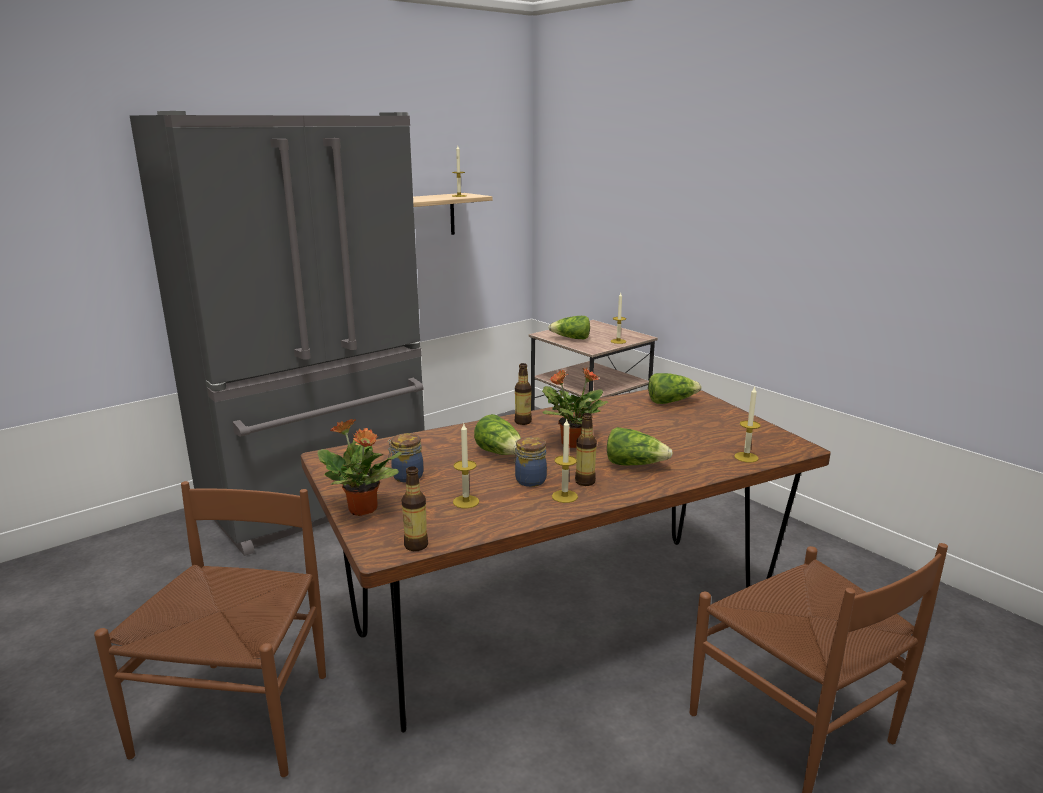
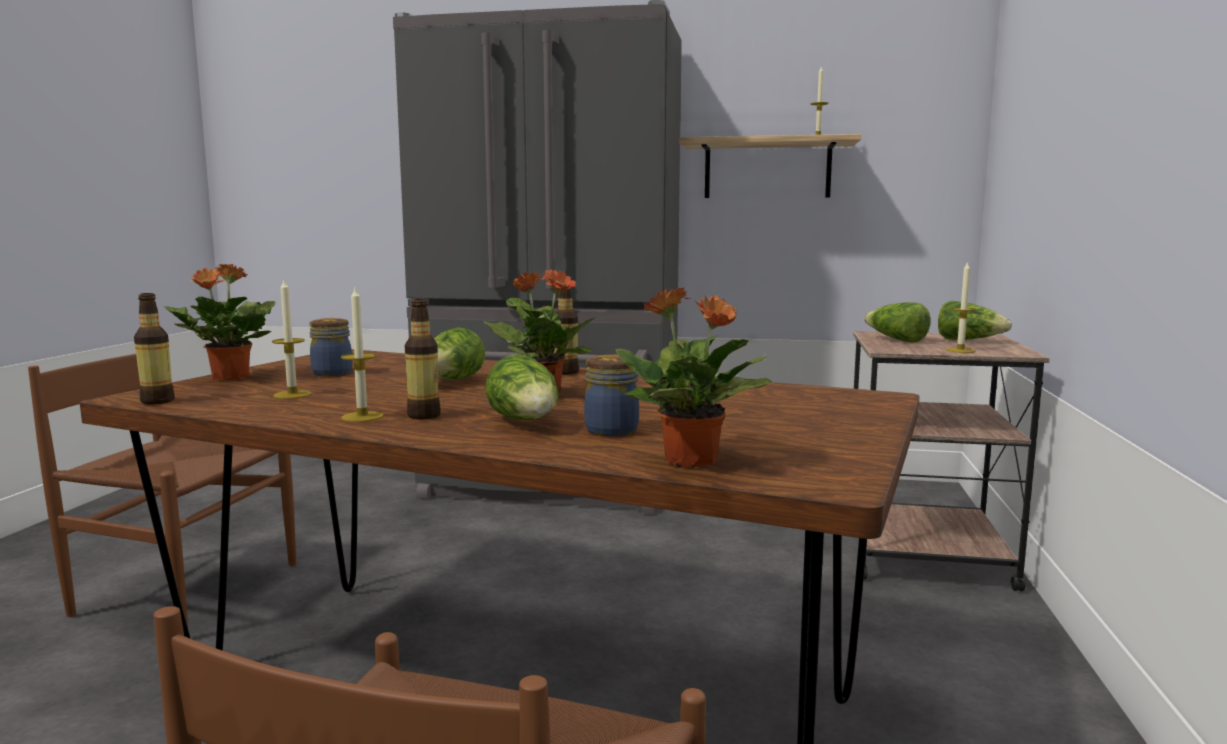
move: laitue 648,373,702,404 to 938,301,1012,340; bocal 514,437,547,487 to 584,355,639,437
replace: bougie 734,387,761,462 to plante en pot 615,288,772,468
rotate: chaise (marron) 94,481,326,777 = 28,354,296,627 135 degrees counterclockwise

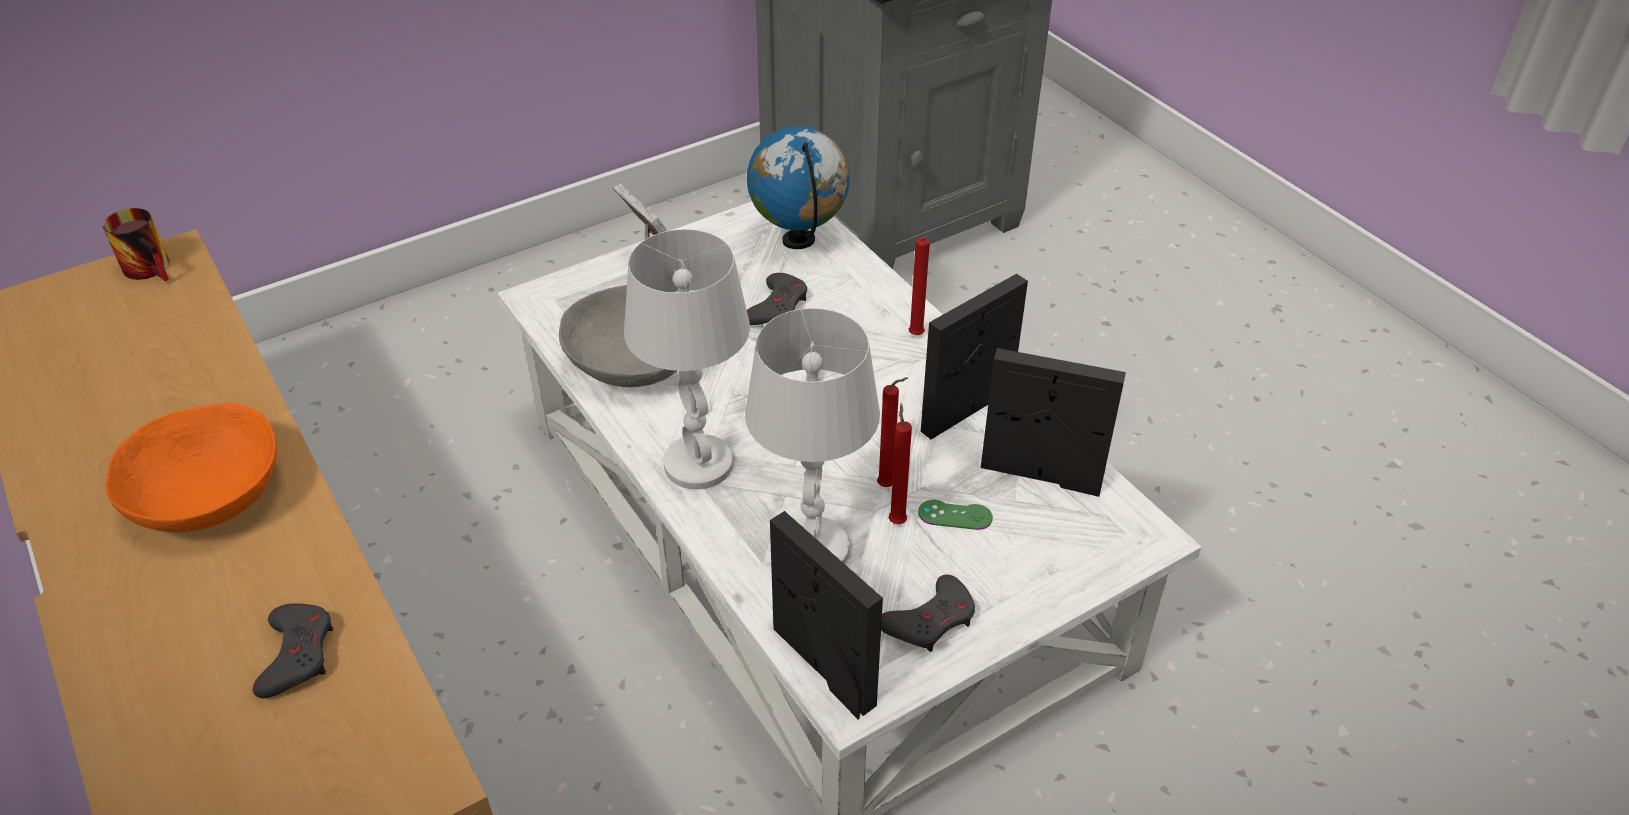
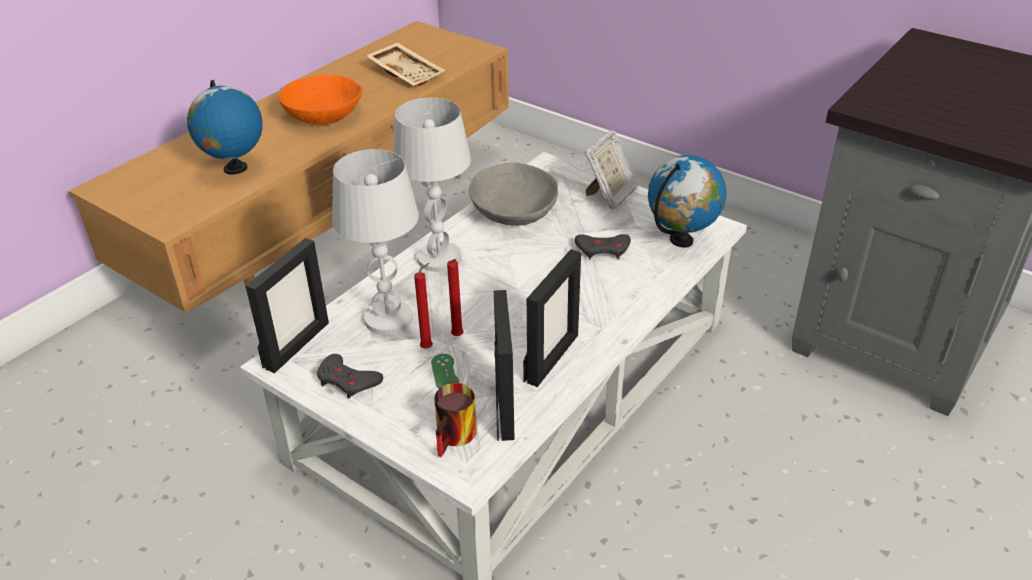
delete: bougie (rouge) 909,236,930,335
insert: plateau (beige) 366,42,446,86
move: mug 103,208,169,281 to 434,383,477,457
replace: manette (gris) 253,603,333,698 to globe 187,80,263,175
rotate: cadre photo 921,274,1028,439 = 523,249,581,387 90 degrees clockwise

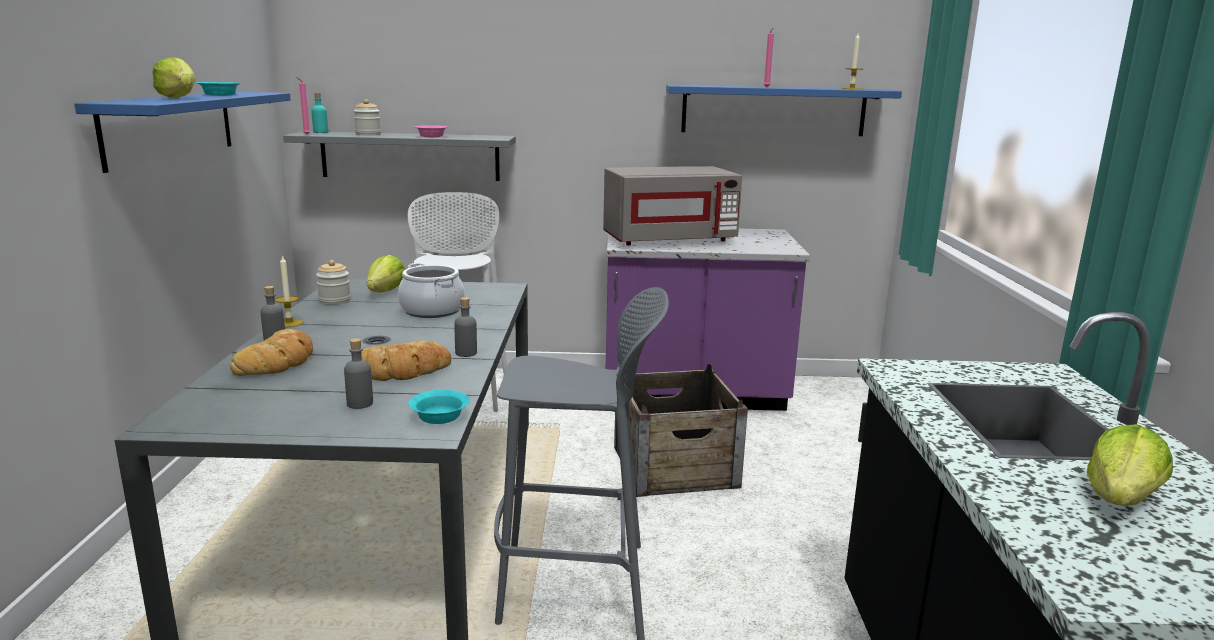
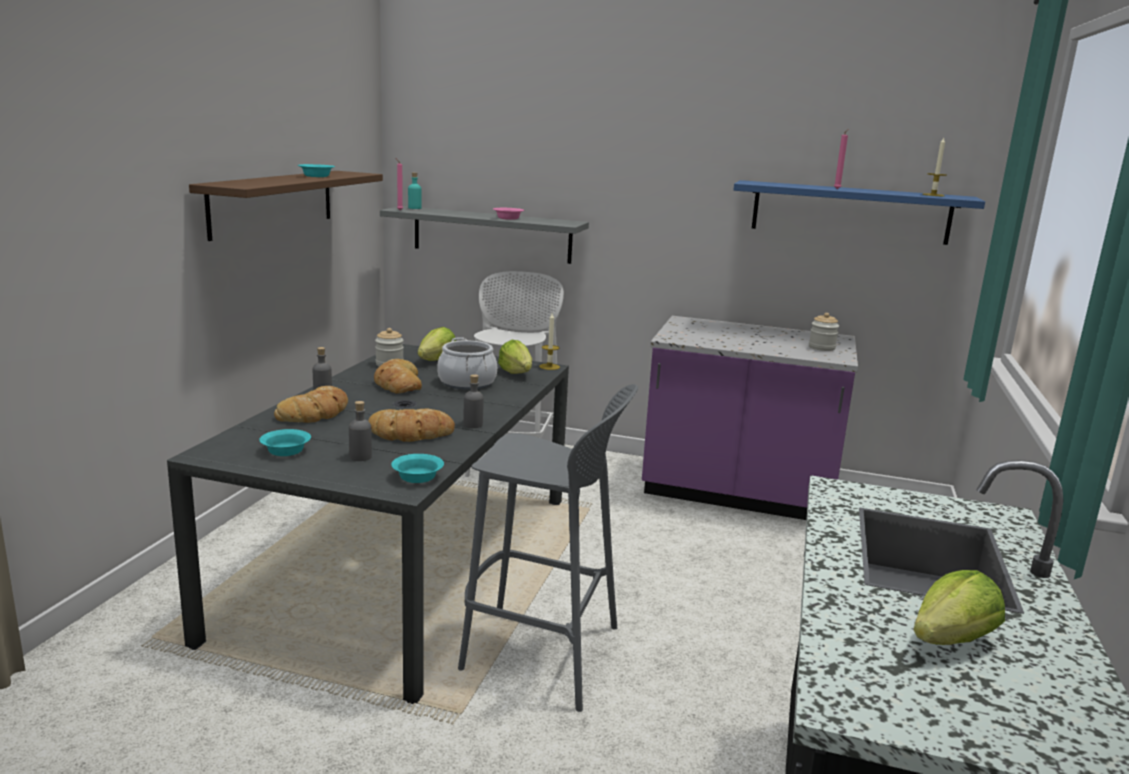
delete: micro-ondes (gris) 603,166,742,245; caisse 614,364,748,497
insert: pain 374,359,422,394; bol (turquoise) 259,429,311,456
move: laitue 152,57,196,98 to 498,340,532,374; bocal 354,99,381,135 to 809,313,839,351; bougie 275,255,303,327 to 539,313,560,370
recolor: étagère (bleu) 74,92,291,173 to étagère (marron) 189,171,383,241

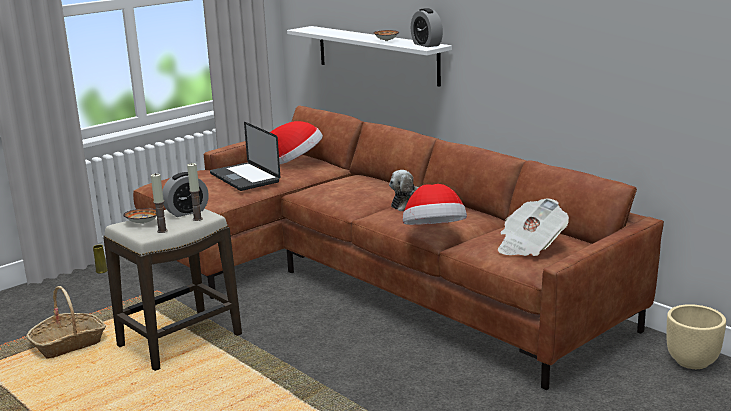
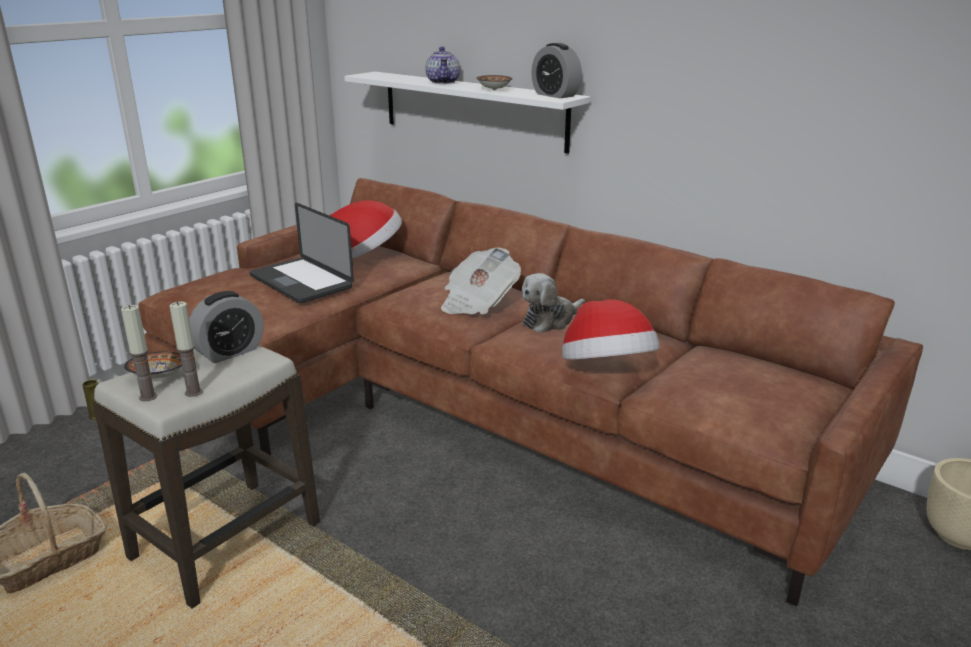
insert: théière 425,47,460,84
move: bougie 187,163,203,221 to 121,305,157,402; journal 498,198,569,256 to 441,247,521,315

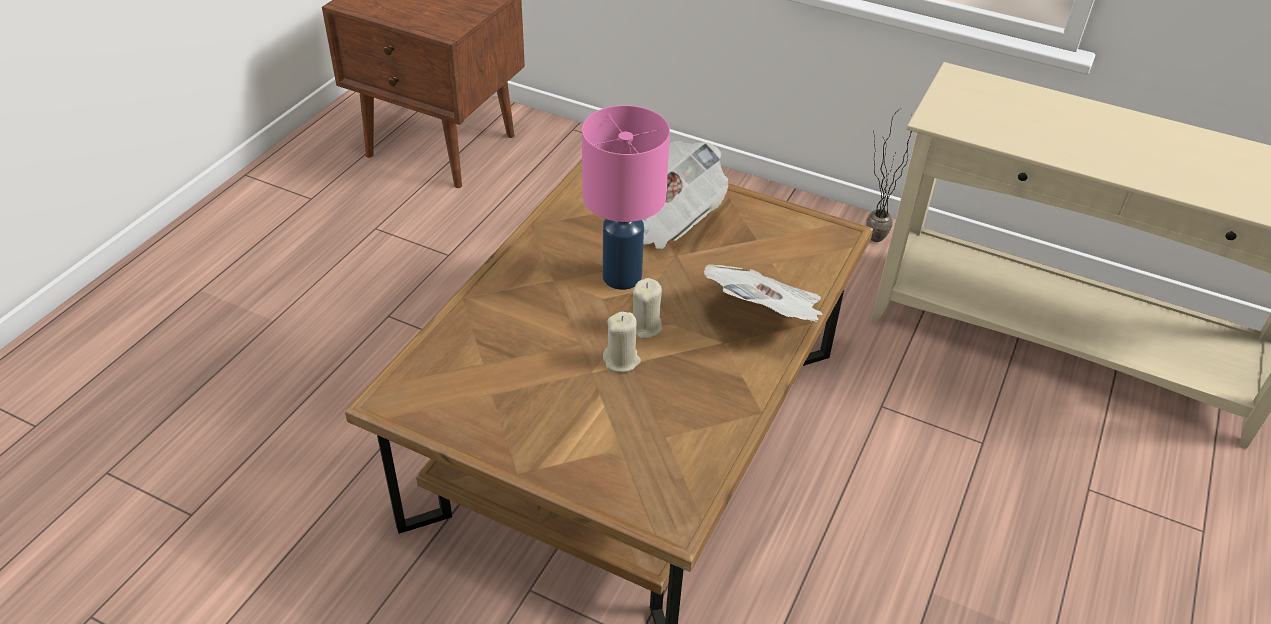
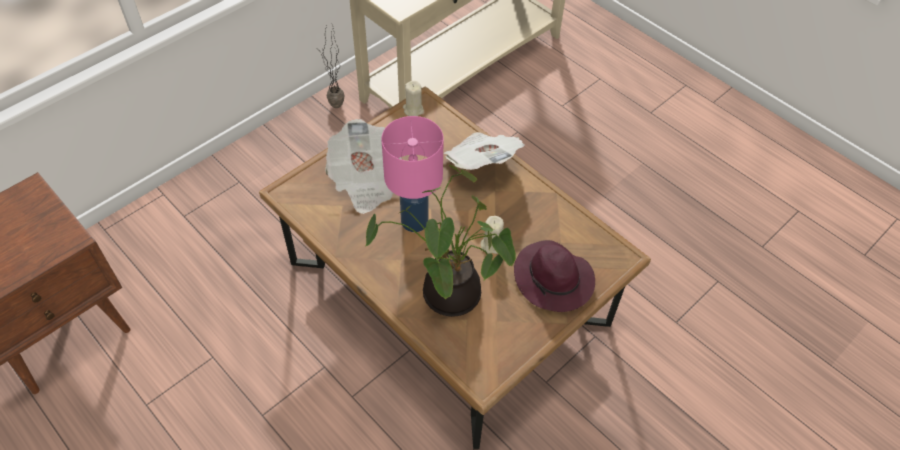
insert: plante en pot 365,165,516,317; chapeau (violet) 514,240,595,312
move: bougie (beige) 633,278,662,339 to 403,81,424,116

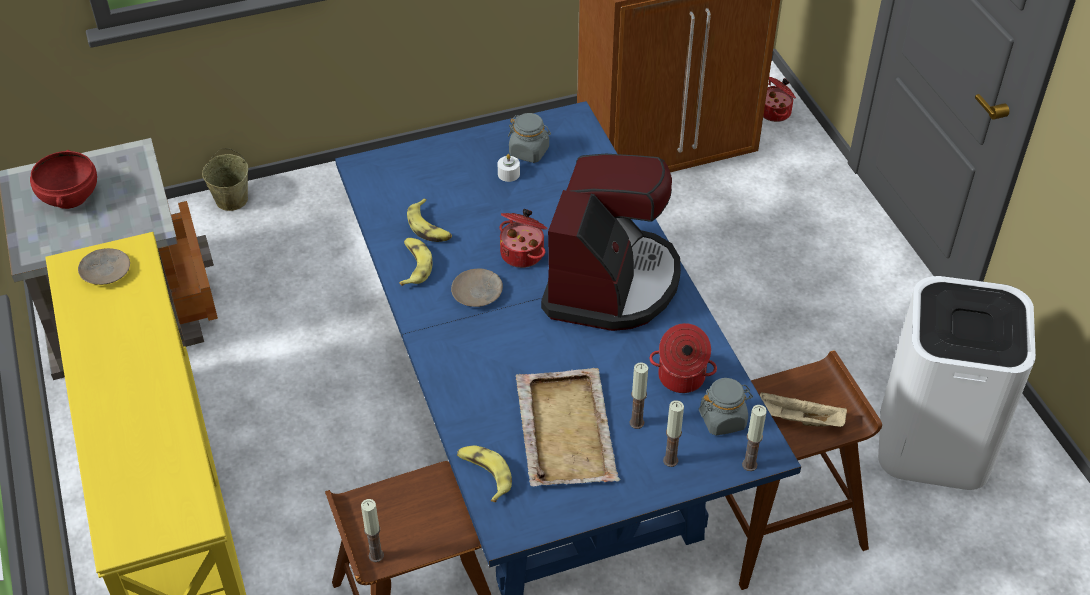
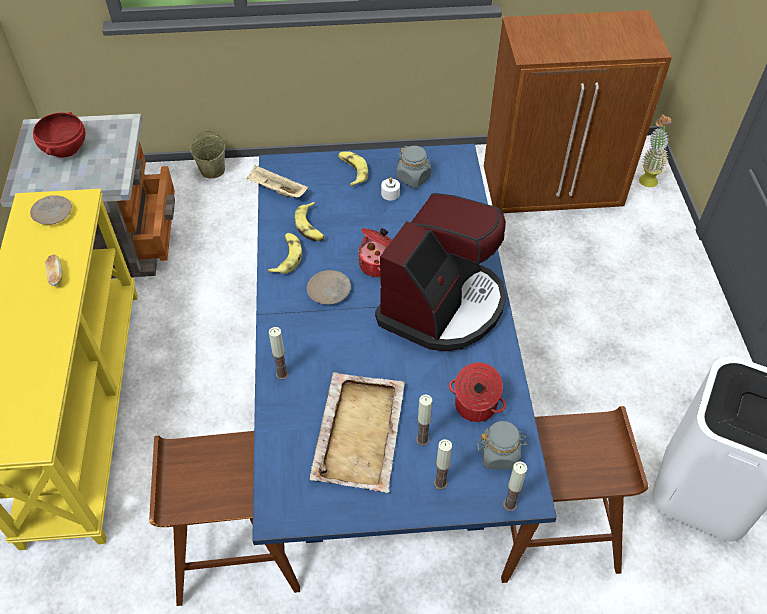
insert: pain 45,254,63,286
move: plateau (beige) 760,392,847,427 to 246,165,308,197; banane 457,445,512,502 to 338,151,368,187; bougie 361,499,384,562 to 269,327,288,380
replace: marmite 763,77,796,122 to plante en pot 639,114,672,187

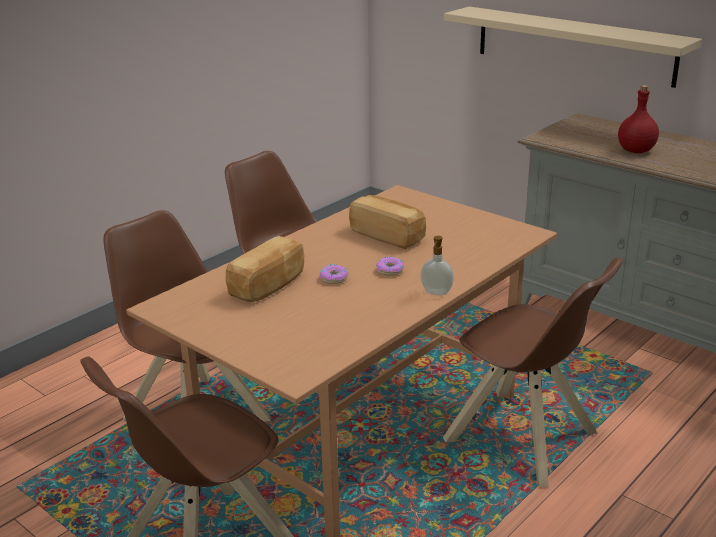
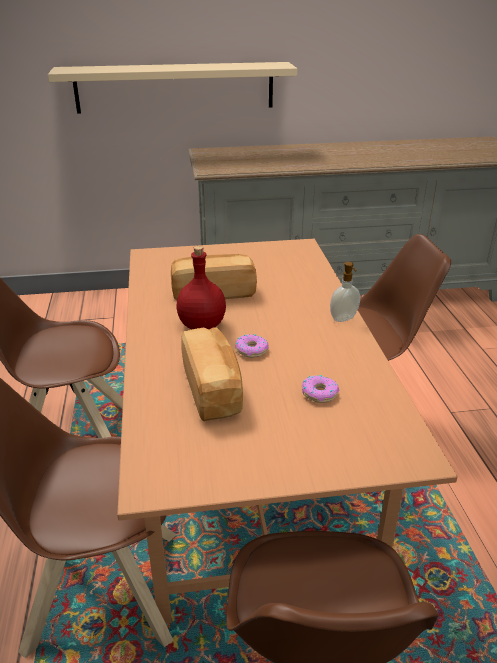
move: bouteille (rouge) 618,85,659,153 to 177,246,226,330; beignet 376,257,404,276 to 302,375,339,403

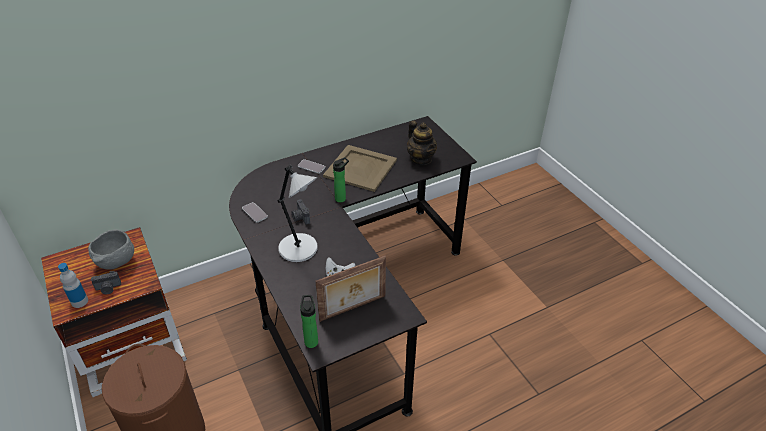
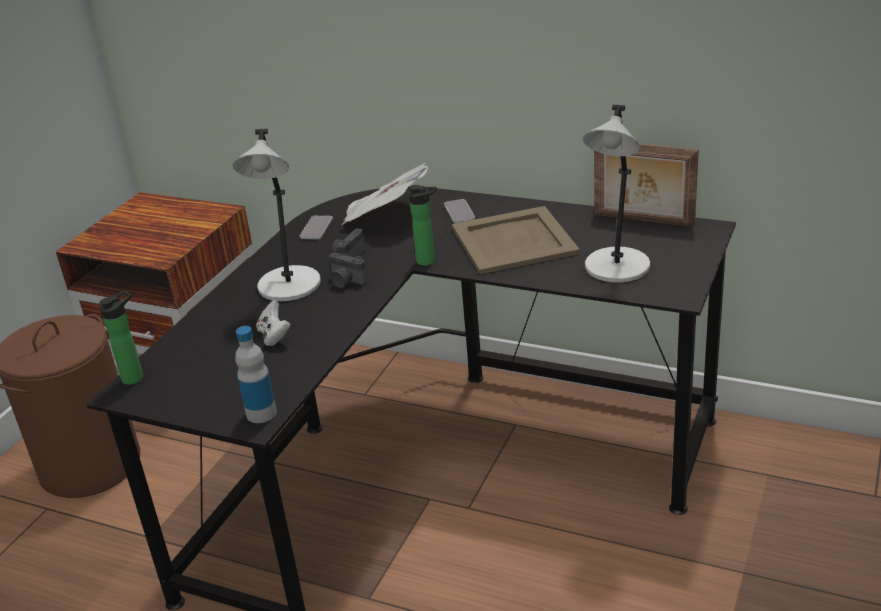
delete: bol (gris) 88,229,134,270
insert: journal 341,163,428,225
move: cadre photo 316,256,386,322 to 594,144,699,227; bouteille 58,263,88,308 to 235,326,277,423; appareil photo 91,271,121,294 to 329,253,367,288
replace: théière 407,121,437,165 to lampe de table (gris) 583,105,650,283

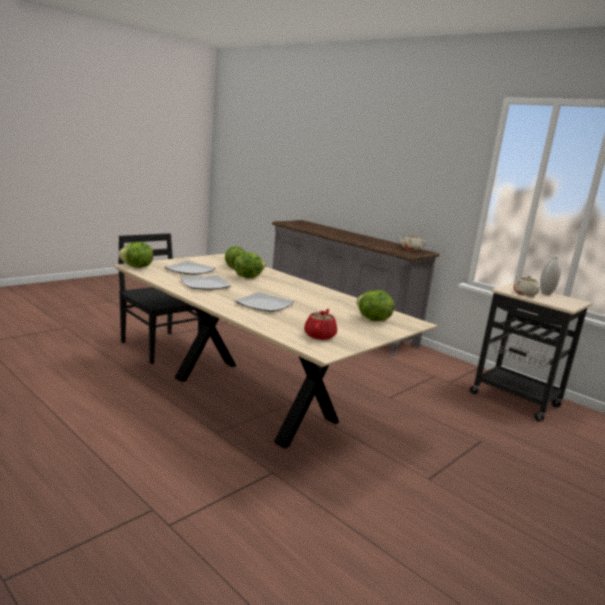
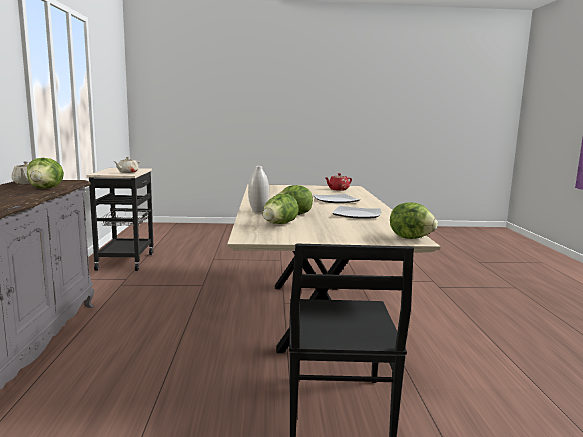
delete: assiette 164,261,216,275
move: vase (blanc) 540,255,561,295 to 248,166,269,213; laitue 356,290,394,321 to 27,158,64,188

